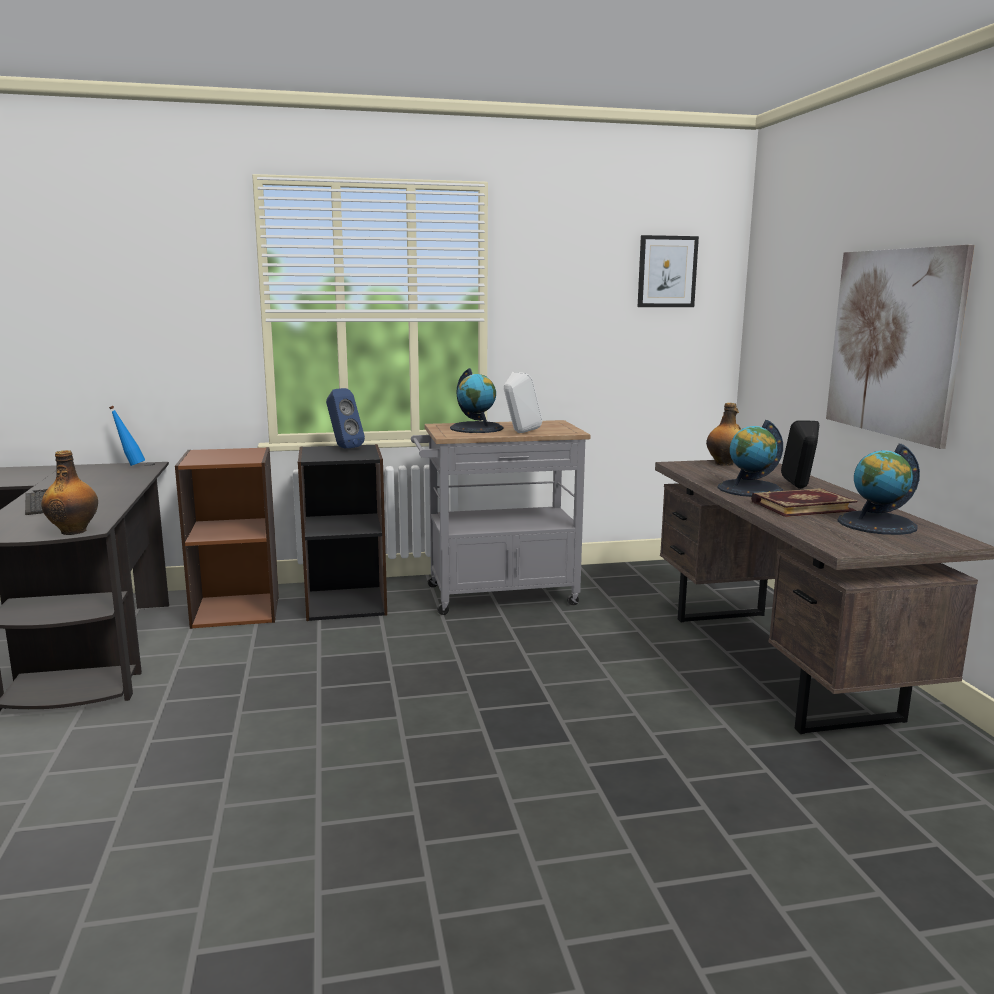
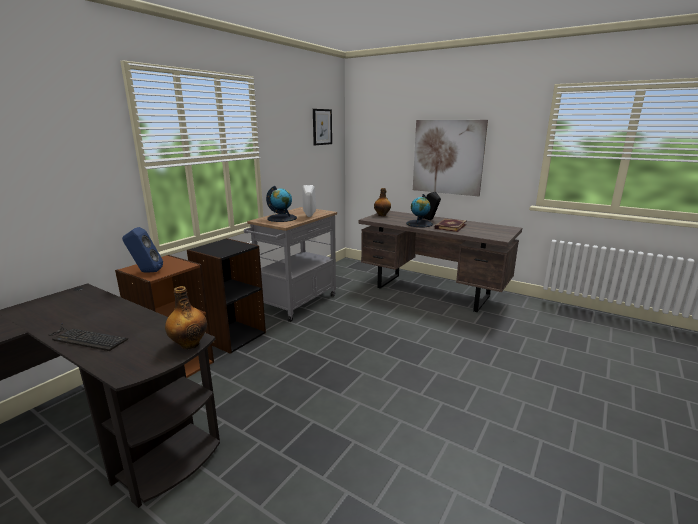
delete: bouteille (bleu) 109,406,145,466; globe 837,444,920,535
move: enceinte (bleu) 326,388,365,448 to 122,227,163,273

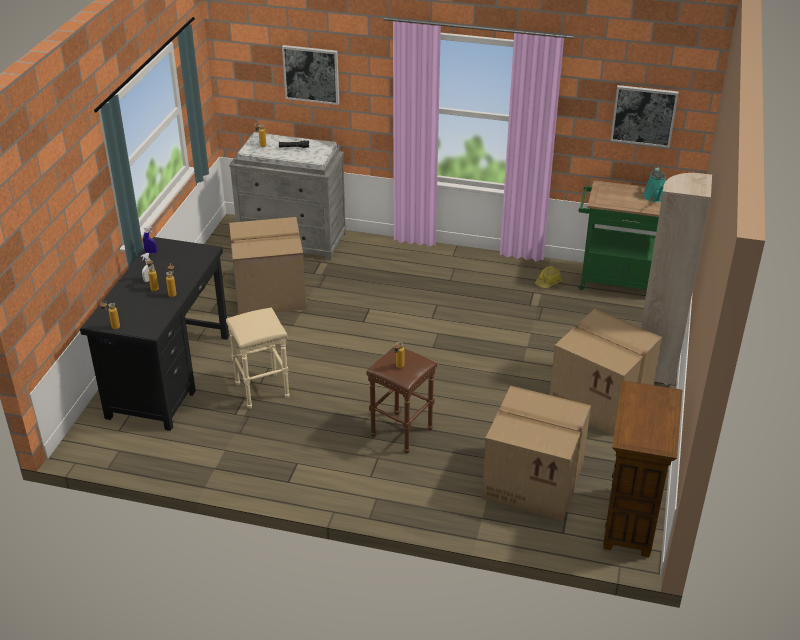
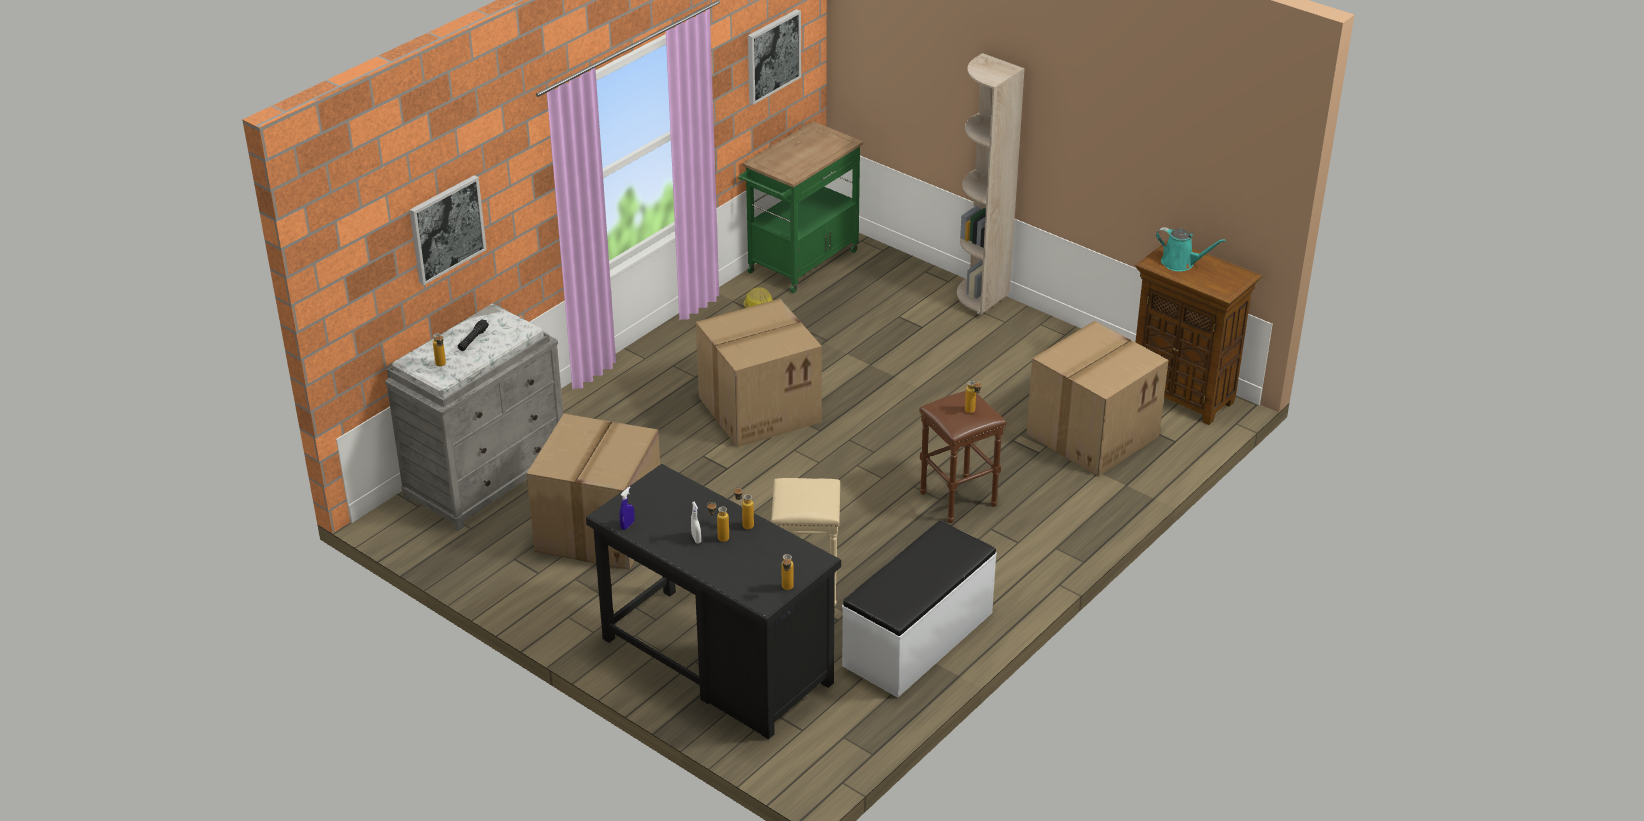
insert: banc (blanc) 842,520,997,698
move: arrosoir (turquoise) 643,168,666,202 to 1156,227,1226,271; carton 549,309,662,435 to 696,299,822,448

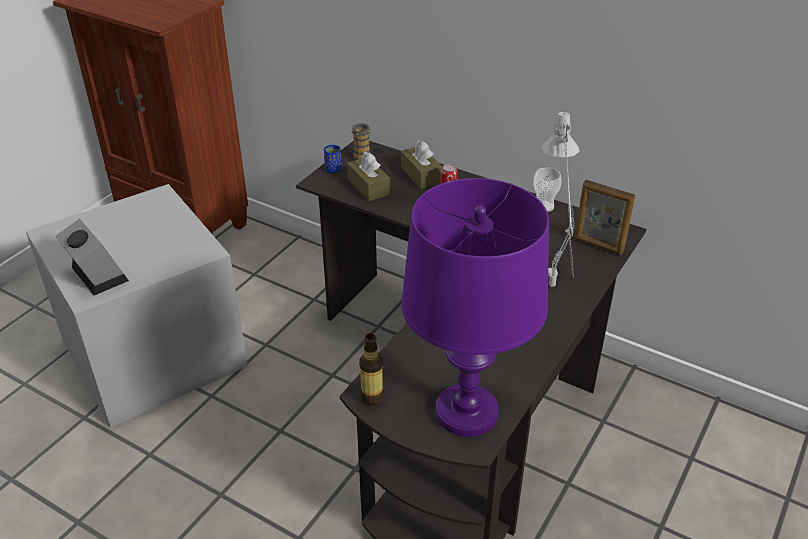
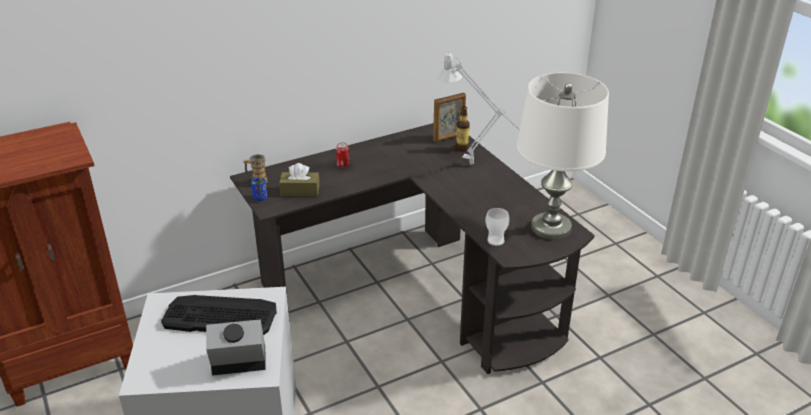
delete: boîte à mouchoirs (marron) 401,140,442,189
insert: clavier 161,295,277,335
move: tasse 533,168,562,212 to 485,208,510,246; bouteille 359,333,384,405 to 456,106,470,152
recolor: lampe de table (violet) 401,178,549,437 to lampe de table (blanc) 517,73,609,240

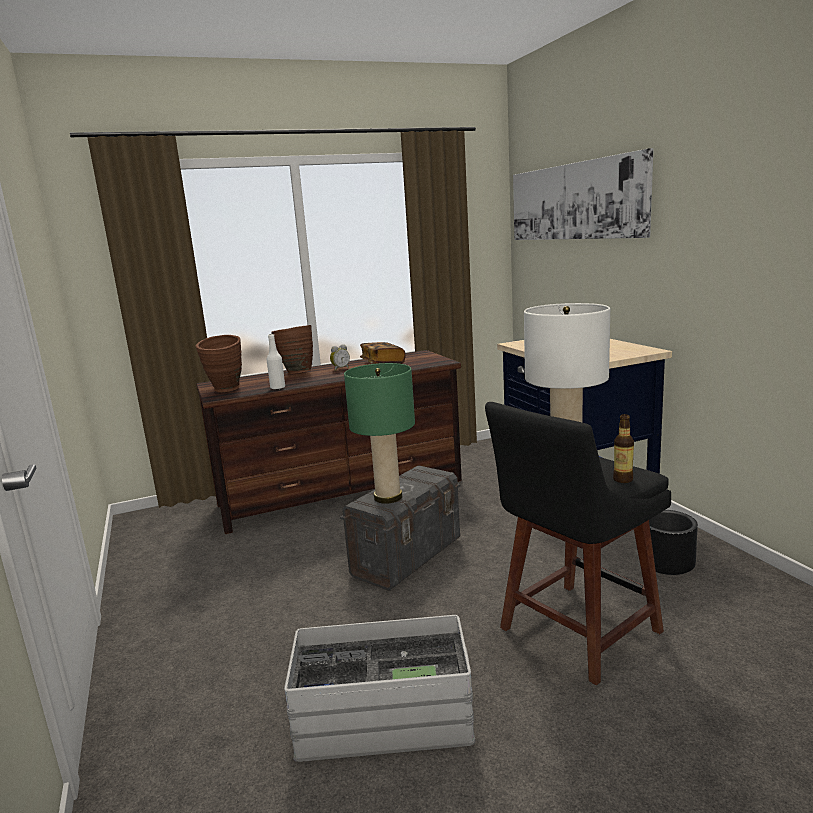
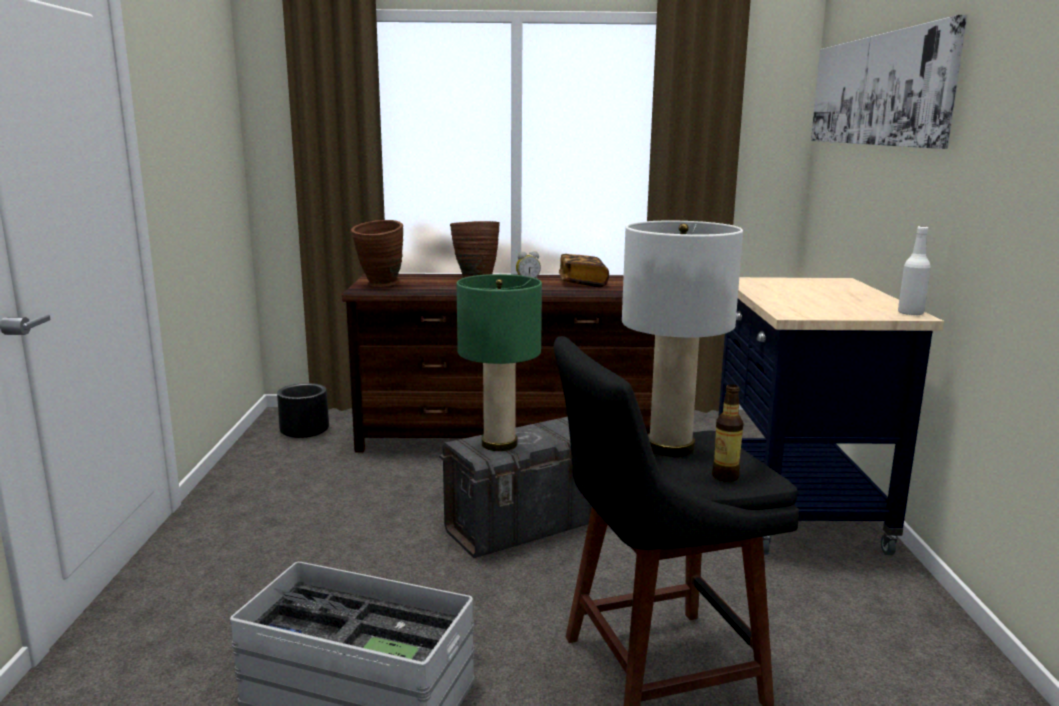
move: bouteille (blanc) 266,334,285,390 to 898,226,931,315; cache-pot (noir) 649,510,698,575 to 277,383,329,438

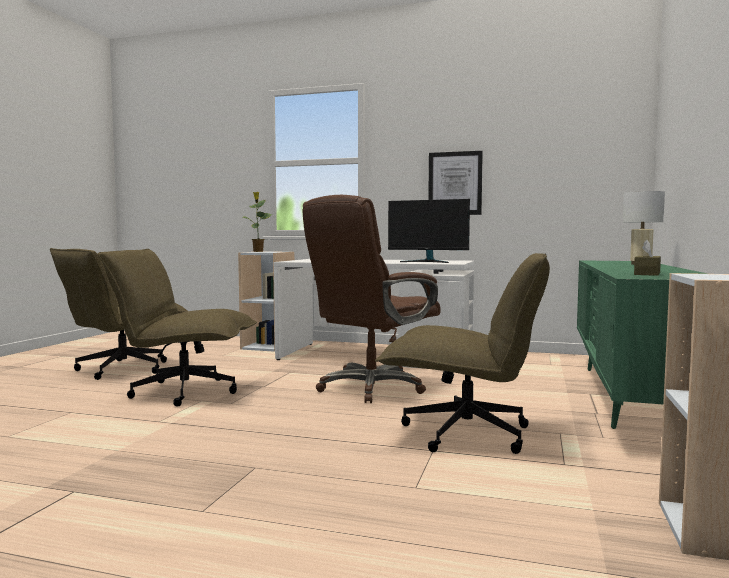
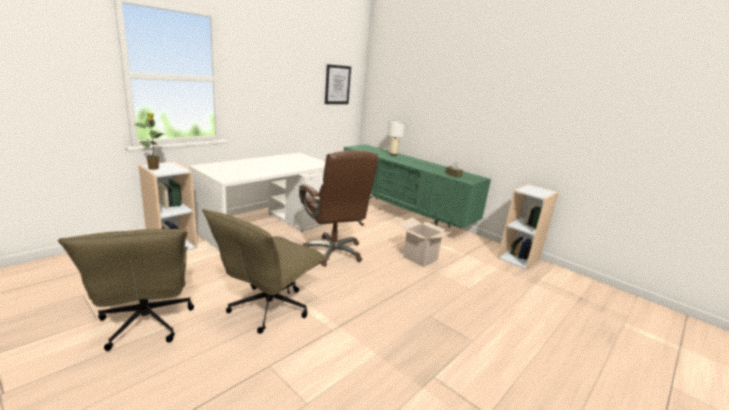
delete: écran d'ordinateur 388,199,470,263
move: tableau 428,151,483,215 to 325,64,351,104
replace: chaise de bureau (beige) 375,253,550,454 to carton 398,218,453,267

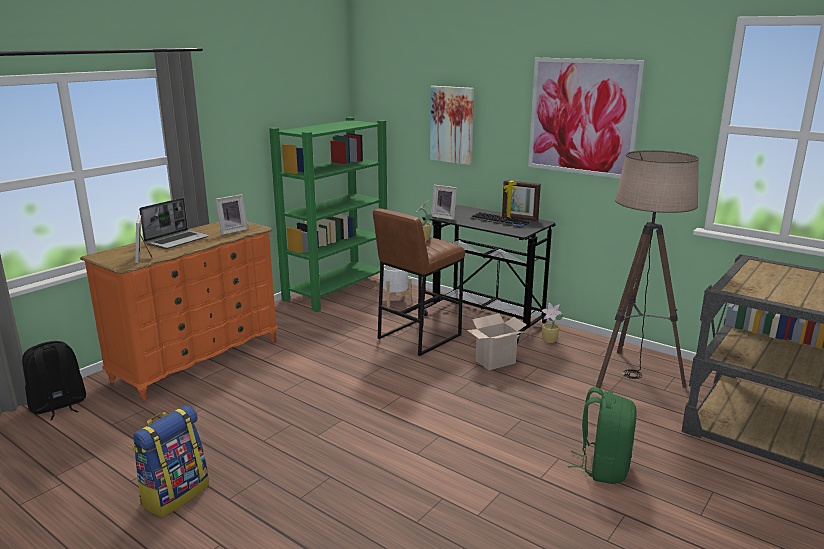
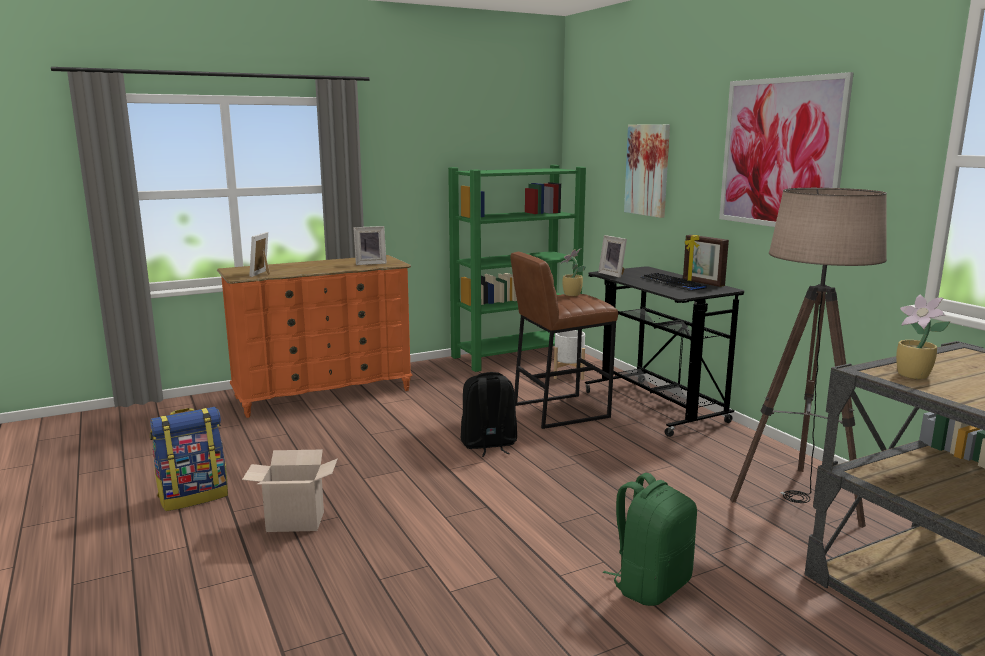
delete: ordinateur portable 139,198,210,249
move: plante en pot 542,302,563,343 to 896,294,950,379; carton 467,314,527,370 to 242,450,337,532; sac à dos (noir) 22,341,86,420 to 461,372,517,457

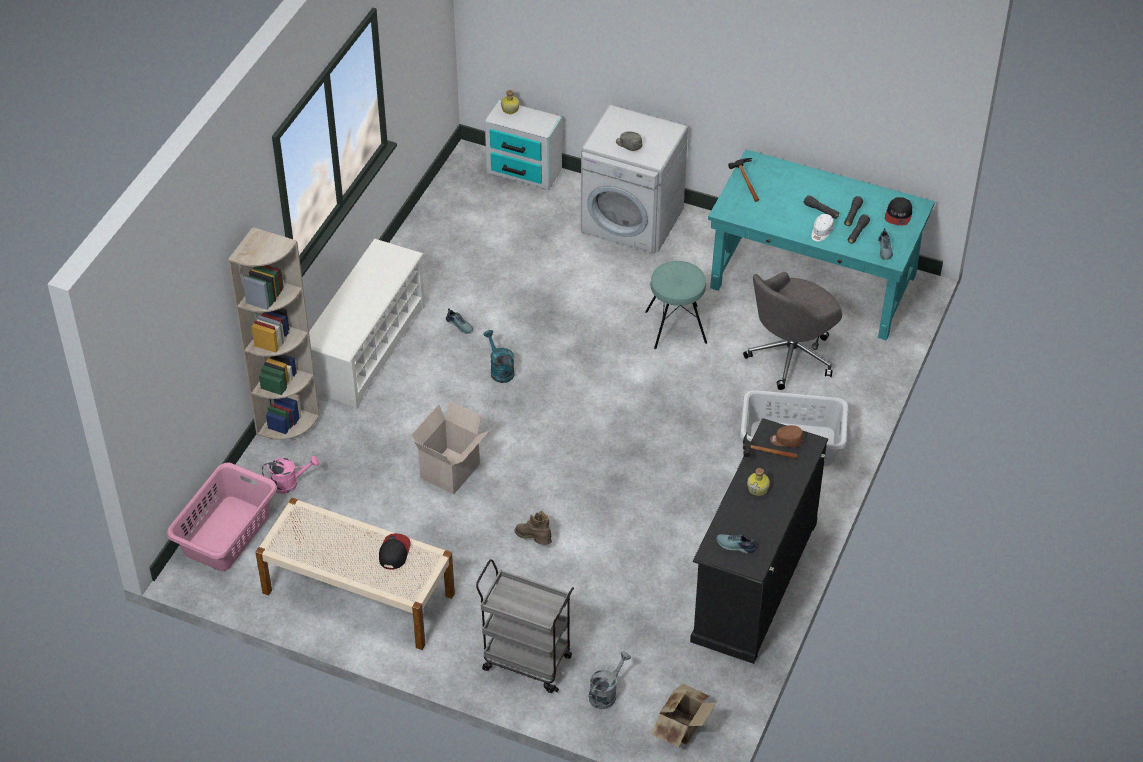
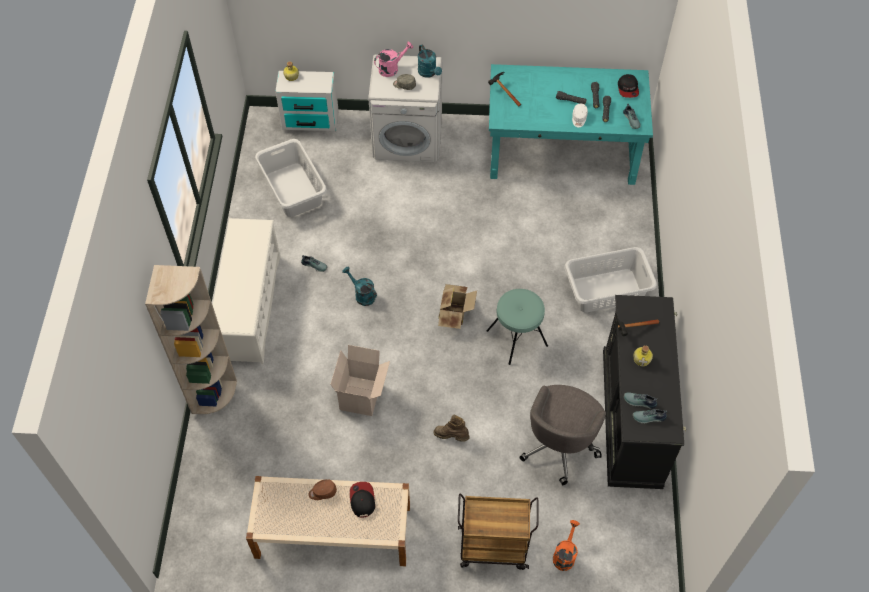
delete: panier à linge (rose) 167,462,277,571
insert: arrosoir (turquoise) 418,45,442,78; panier à linge (gris) 255,139,327,217; chaussure 624,392,657,409
move: tabouret (turquoise) 645,261,707,349 to 486,289,548,365; chaise de bureau (gris) 743,272,842,390 to 519,385,606,486; casquette (marron) 770,425,803,447 to 309,479,337,500; arrosoir (rose) 262,456,319,494 to 374,42,413,77; carton 651,684,716,747 to 438,284,477,329
recolor: chariot (gris) 476,559,574,693 to chariot (marron) 458,494,538,570; arrosoir (gris) 589,651,631,709 to arrosoir (orange) 553,520,579,571

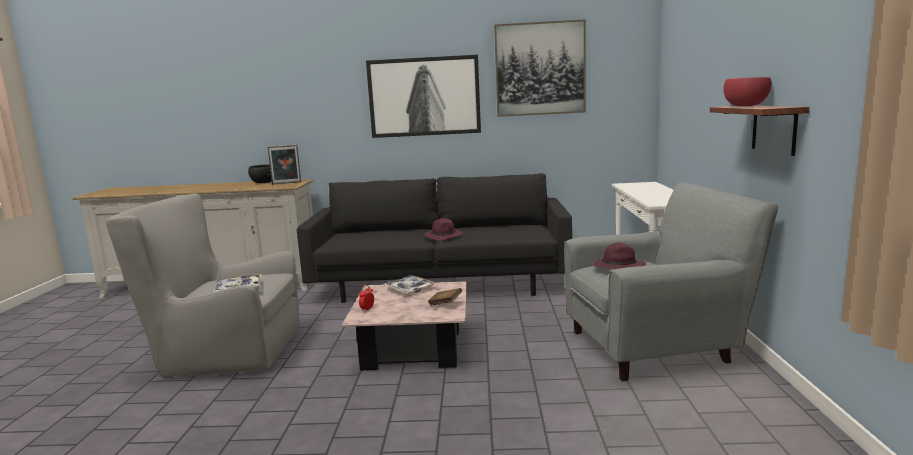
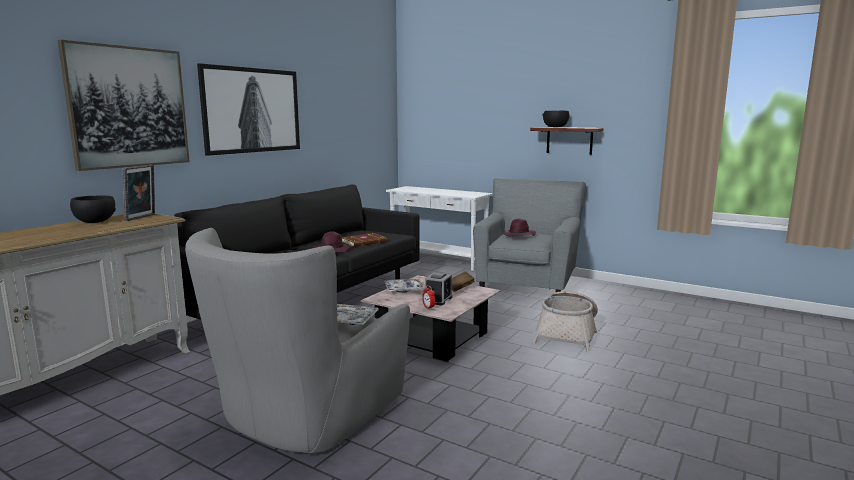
insert: livre (marron) 342,233,387,247; réveil 425,273,452,305; panier 533,291,598,351
move: tableau 494,19,586,117 to 58,40,190,171
recolor: bol (rouge) 724,77,772,106 to bol (noir) 542,111,569,127

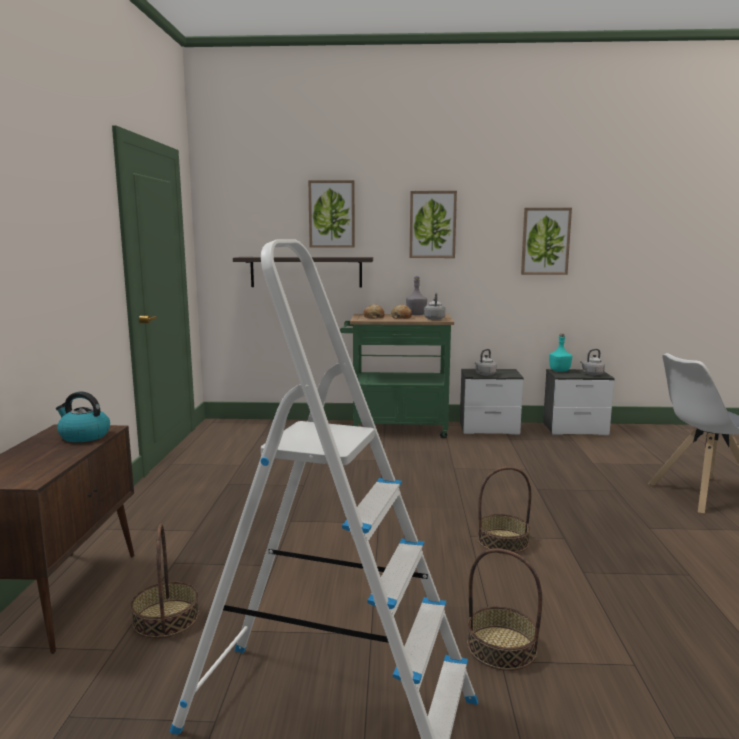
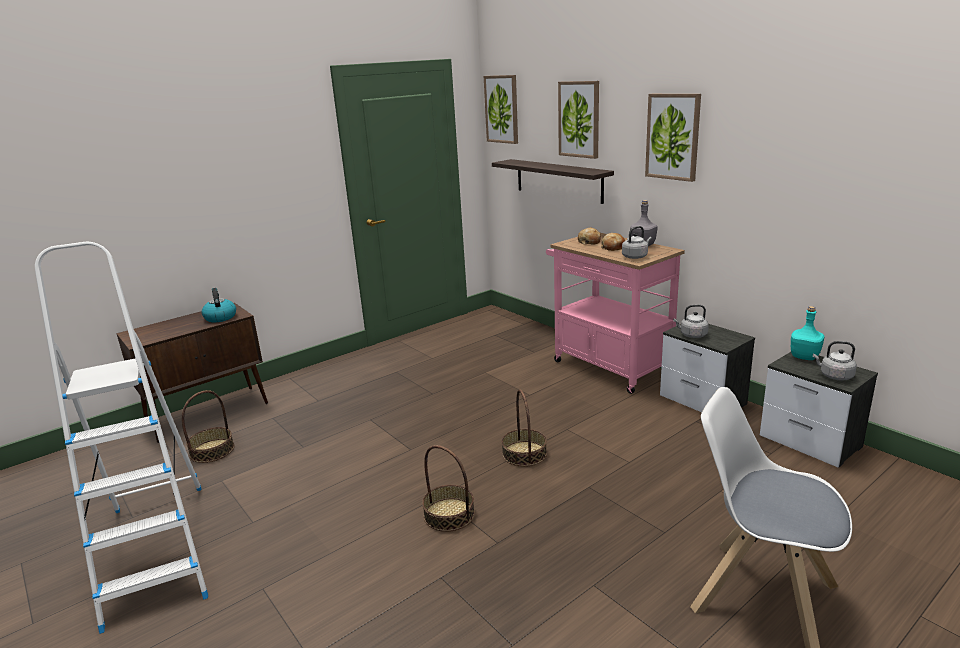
move: tableau 521,208,572,275 to 484,75,518,144; panier 467,549,542,671 to 502,389,547,467
recolor: chariot (vert) 340,314,454,439 to chariot (rose) 546,233,685,394

